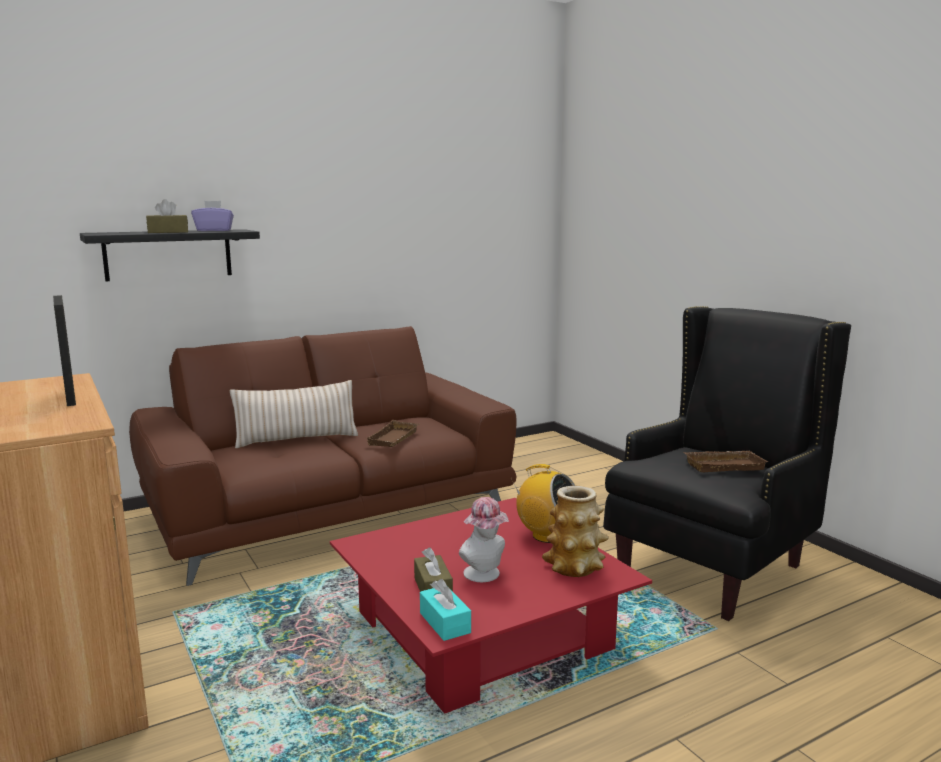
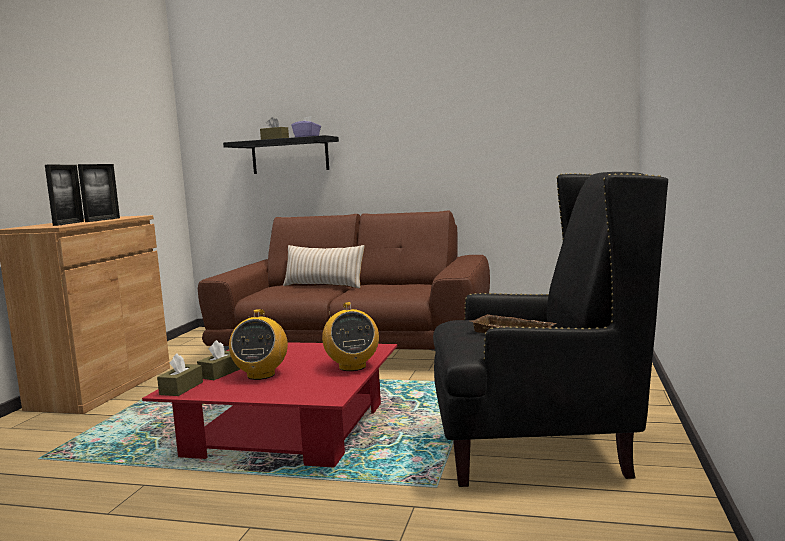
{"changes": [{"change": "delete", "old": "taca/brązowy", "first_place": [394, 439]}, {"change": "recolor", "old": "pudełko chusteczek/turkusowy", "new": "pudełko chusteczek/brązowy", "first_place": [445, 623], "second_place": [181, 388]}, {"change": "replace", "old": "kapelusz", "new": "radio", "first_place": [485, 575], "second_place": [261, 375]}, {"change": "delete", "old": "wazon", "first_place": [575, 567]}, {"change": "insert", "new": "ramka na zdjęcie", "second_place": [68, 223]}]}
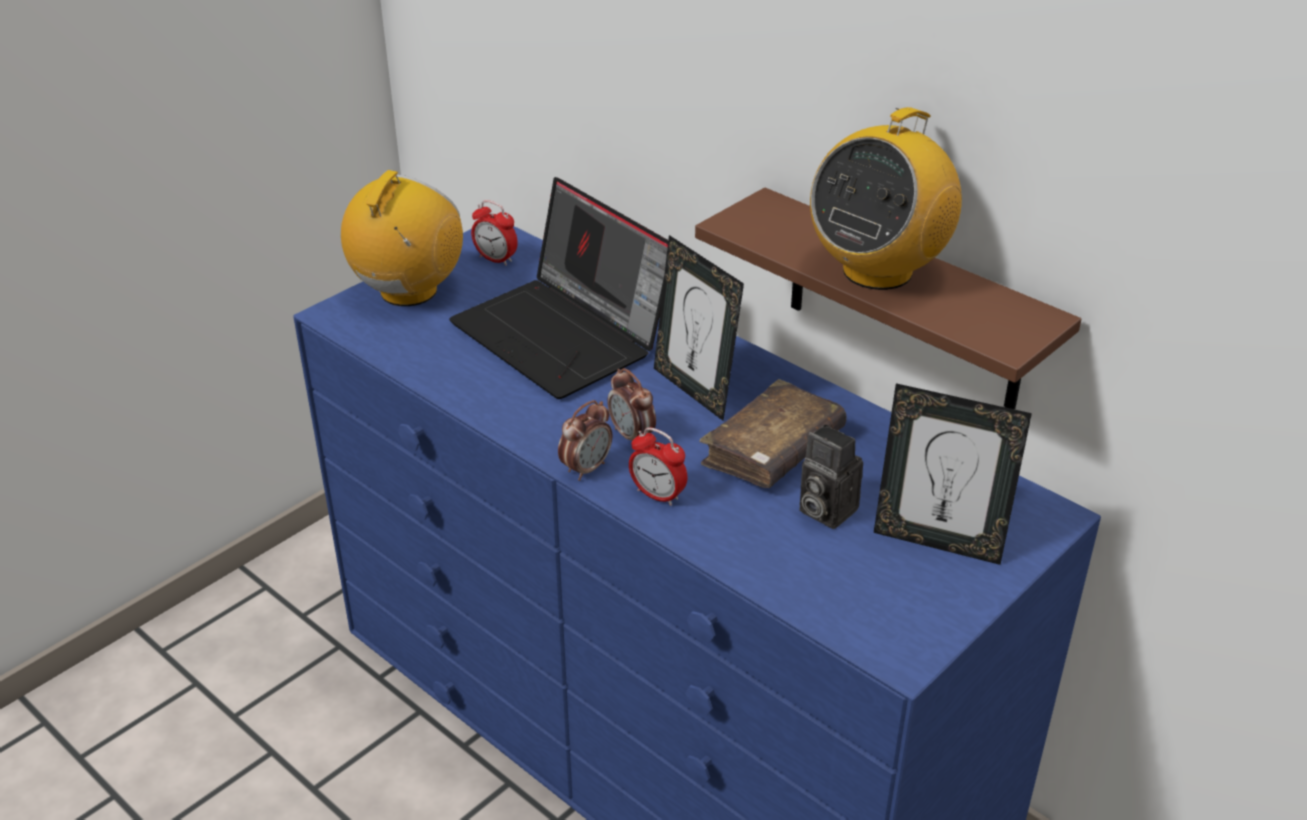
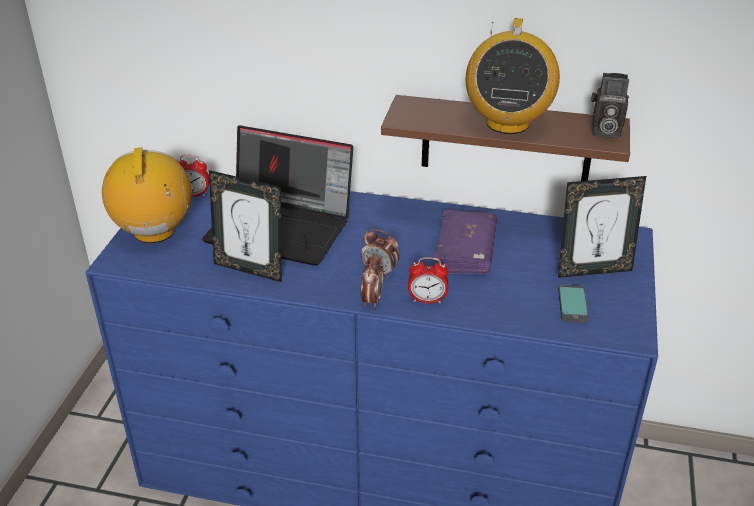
{"changes": [{"change": "move", "old": "ramka na zdjęcie", "first_place": [694, 390], "second_place": [250, 269]}, {"change": "recolor", "old": "książka/brązowy", "new": "książka/fioletowy", "first_place": [772, 450], "second_place": [465, 252]}, {"change": "move", "old": "aparat fotograficzny", "first_place": [823, 510], "second_place": [604, 131]}, {"change": "insert", "new": "telefon", "second_place": [573, 304]}]}
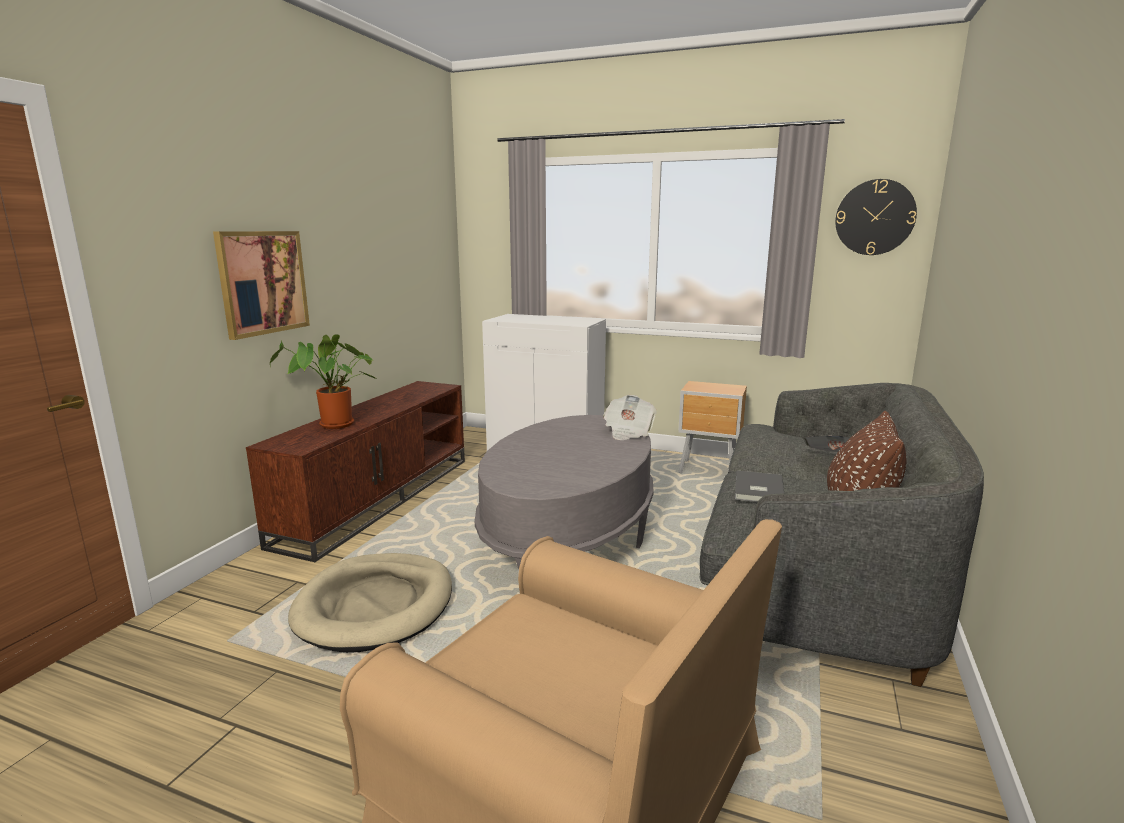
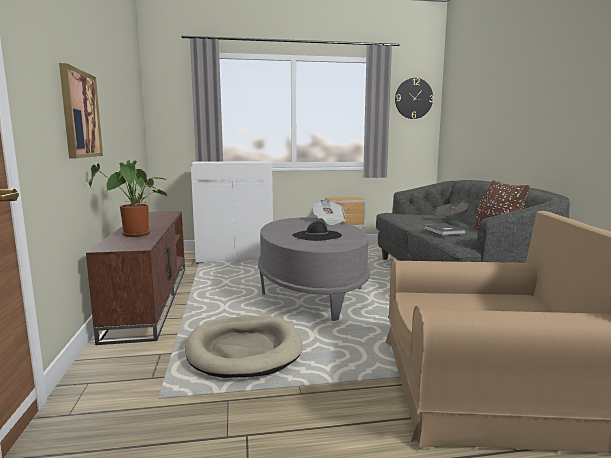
{"changes": [{"change": "insert", "new": "kapelusz/czarny", "second_place": [316, 235]}]}
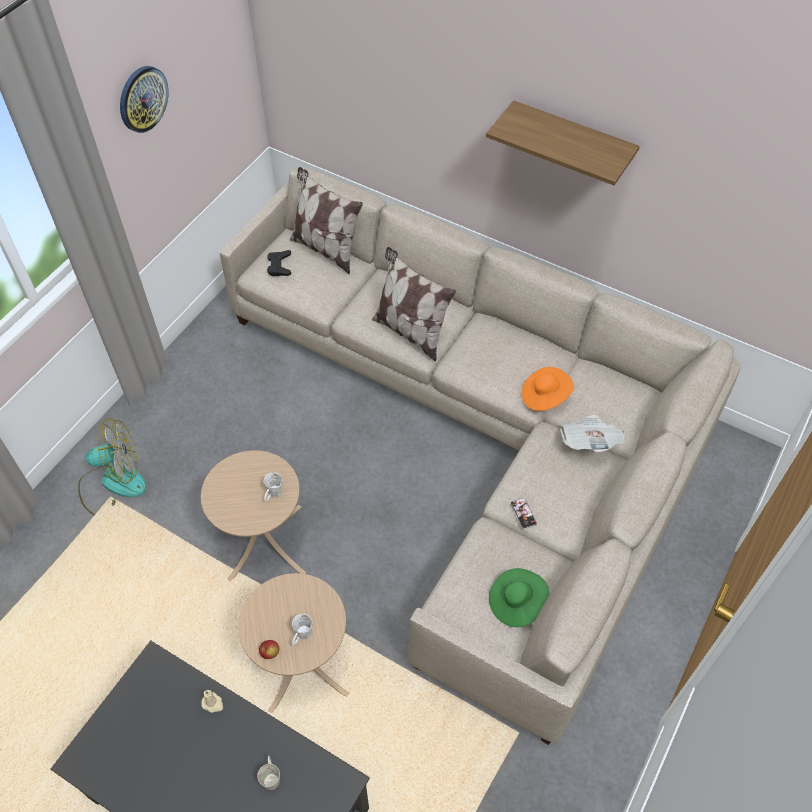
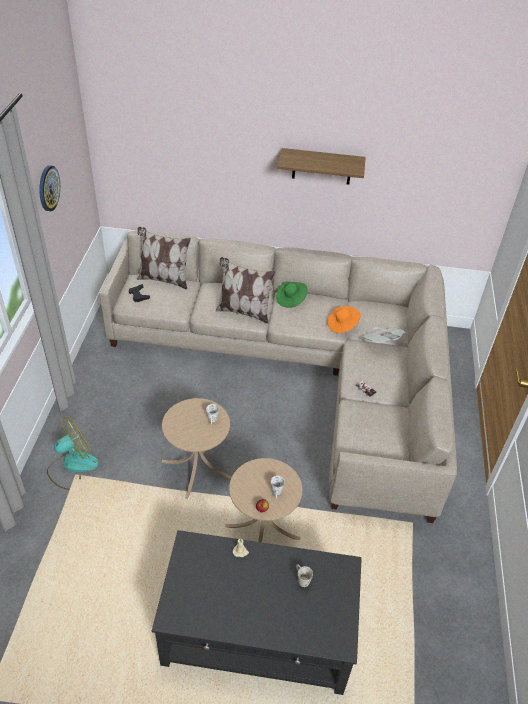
{"changes": [{"change": "move", "old": "kapelusz/zielony", "first_place": [516, 603], "second_place": [291, 299]}]}
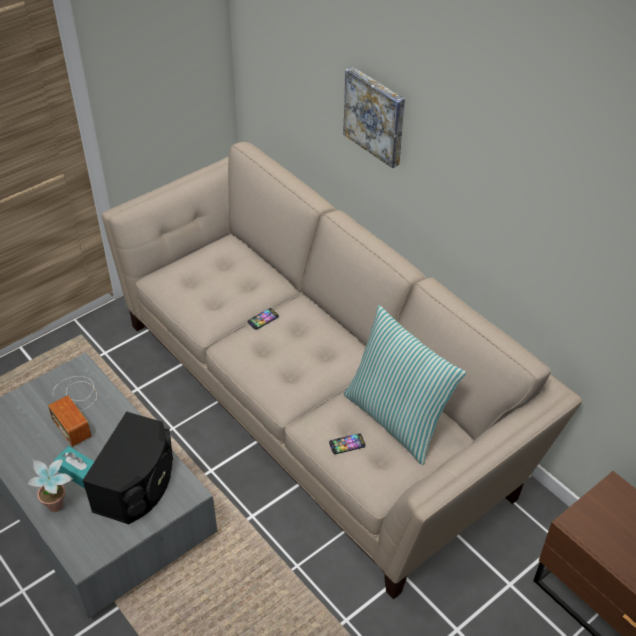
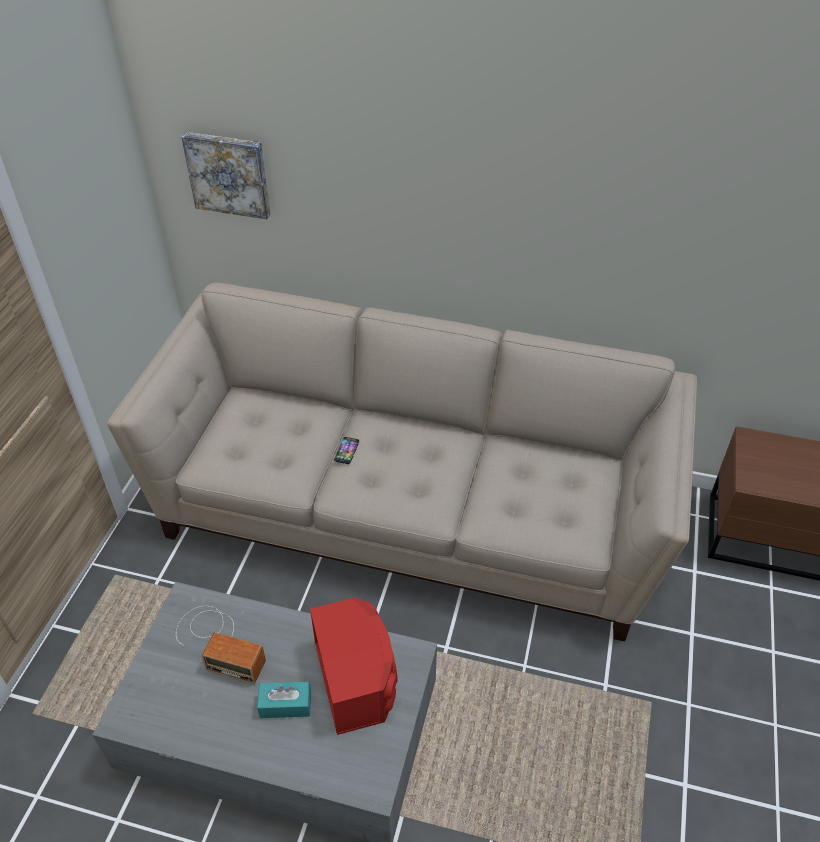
{"changes": [{"change": "delete", "old": "roślina doniczkowa", "first_place": [59, 509]}, {"change": "recolor", "old": "głośnik/czarny", "new": "głośnik/czerwony", "first_place": [138, 484], "second_place": [357, 678]}, {"change": "delete", "old": "telefon", "first_place": [347, 444]}, {"change": "move", "old": "obraz", "first_place": [376, 116], "second_place": [229, 174]}, {"change": "delete", "old": "poduszka", "first_place": [396, 419]}]}
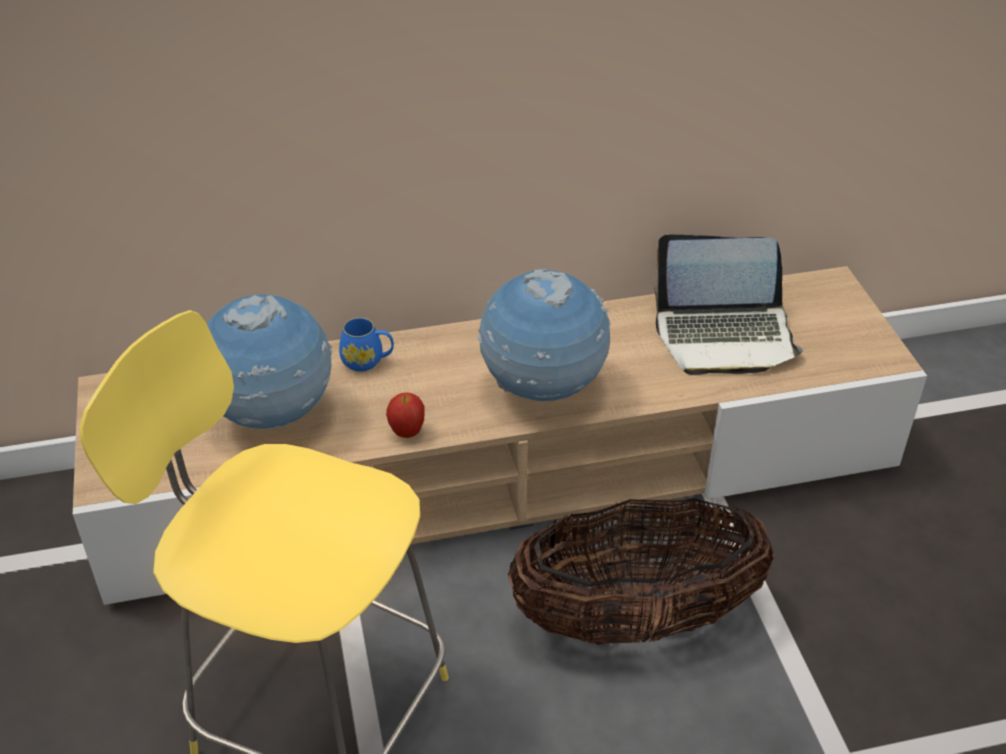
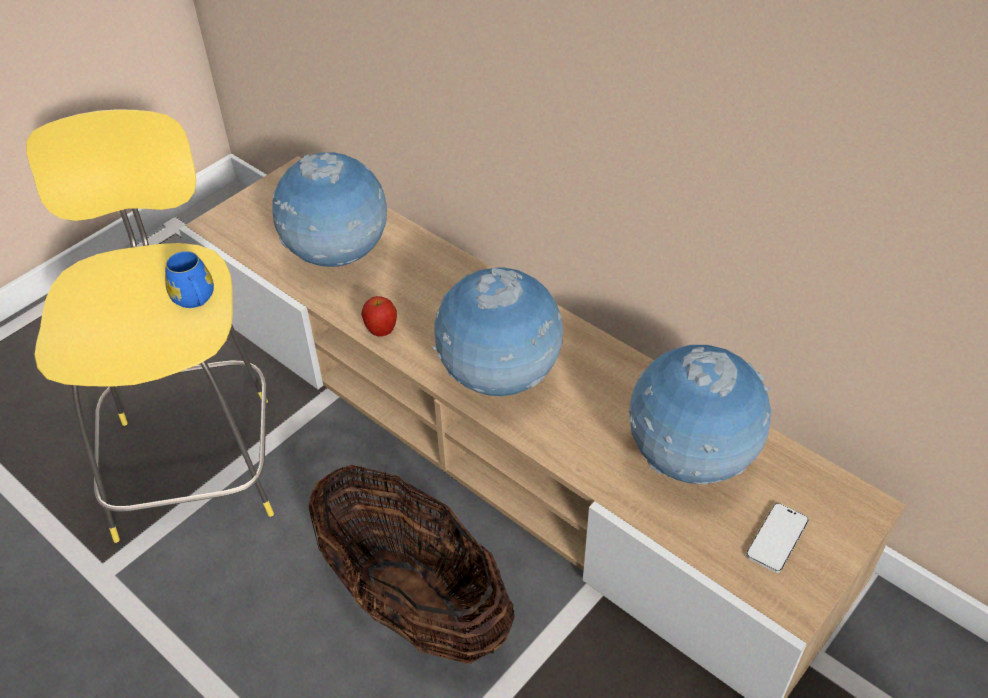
{"changes": [{"change": "move", "old": "kubek/niebieski", "first_place": [367, 361], "second_place": [195, 300]}, {"change": "replace", "old": "laptop", "new": "globus", "first_place": [724, 336], "second_place": [689, 461]}, {"change": "insert", "new": "telefon", "second_place": [776, 539]}]}
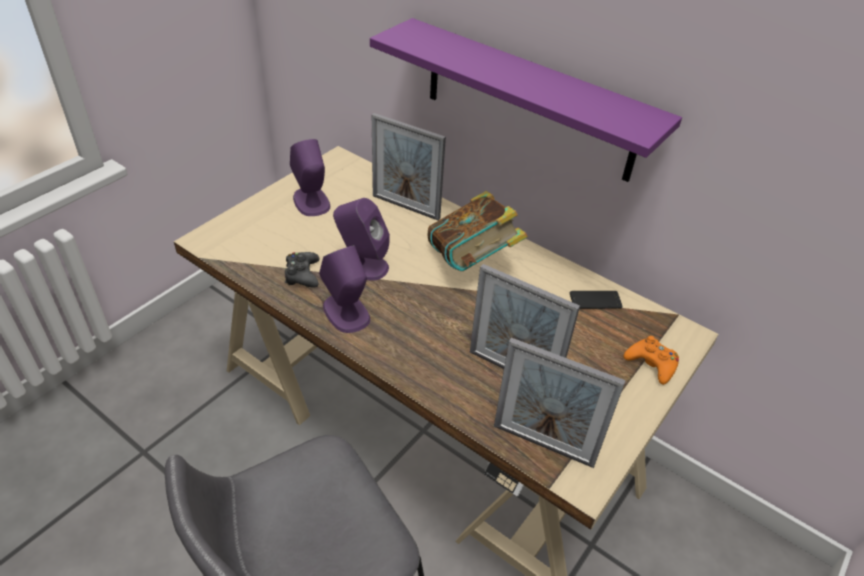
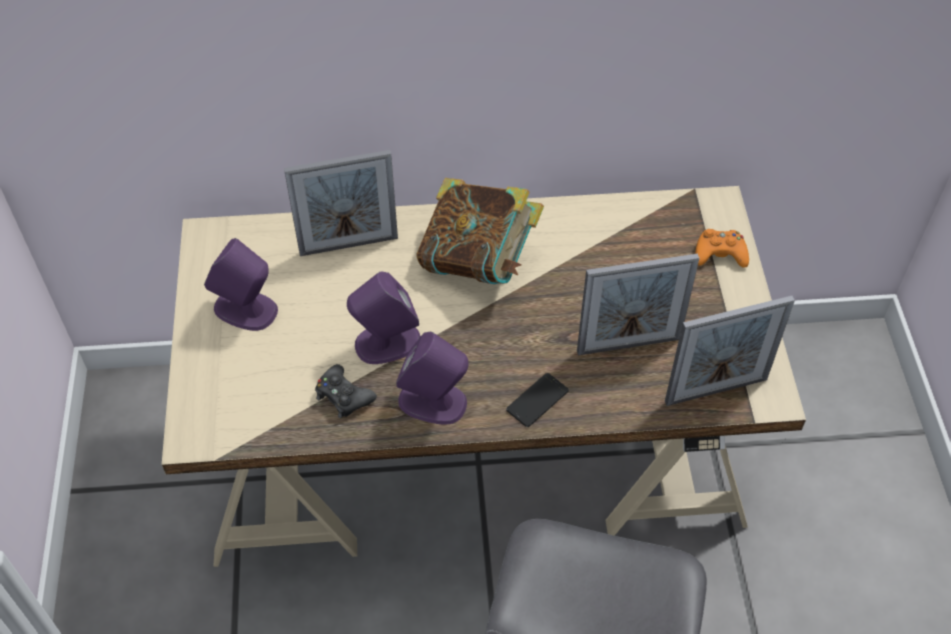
{"changes": [{"change": "delete", "old": "półka/fioletowy", "first_place": [528, 100]}, {"change": "move", "old": "telefon", "first_place": [595, 300], "second_place": [537, 400]}]}
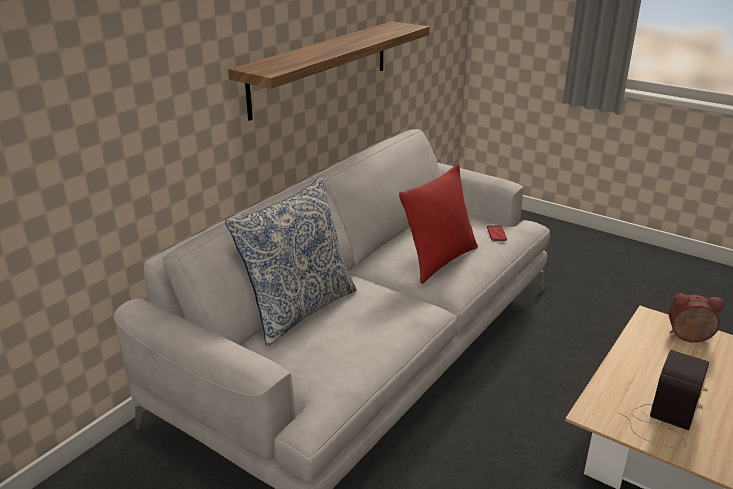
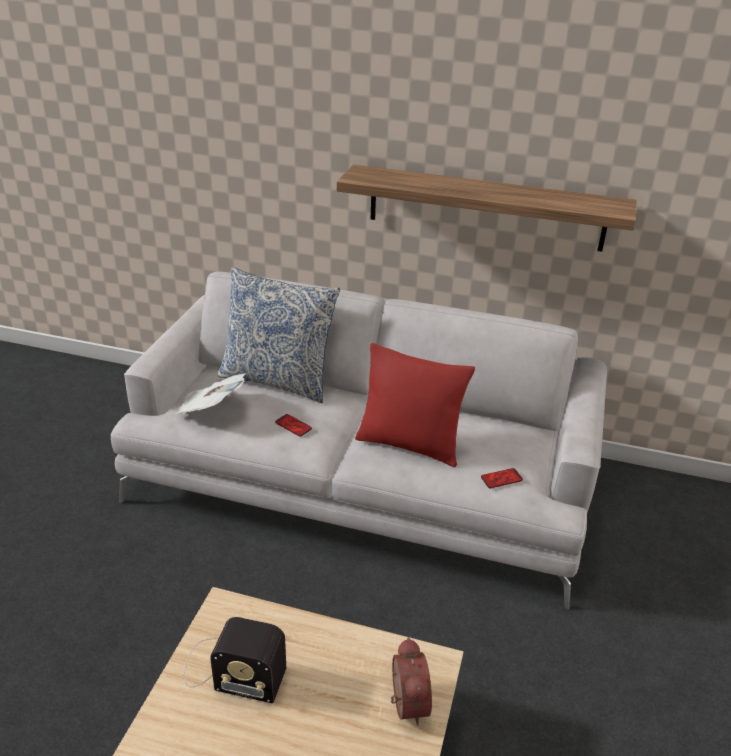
{"changes": [{"change": "insert", "new": "gazeta", "second_place": [211, 410]}, {"change": "insert", "new": "telefon", "second_place": [293, 426]}]}
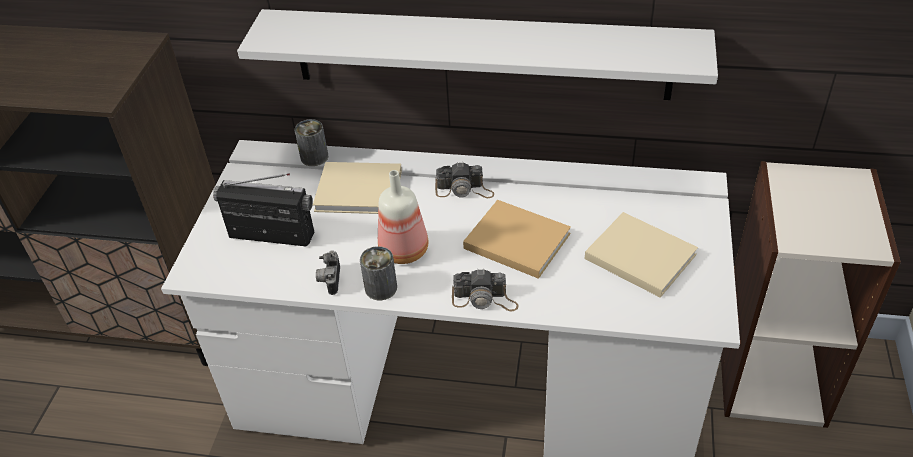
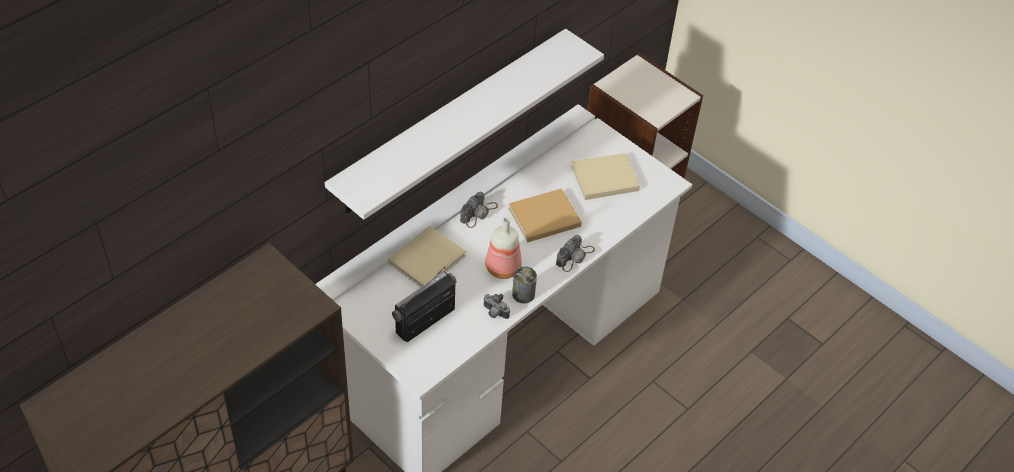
{"changes": [{"change": "delete", "old": "puszka", "first_place": [314, 157]}]}
